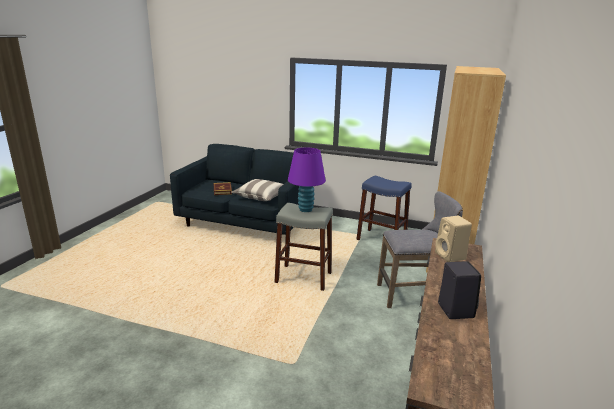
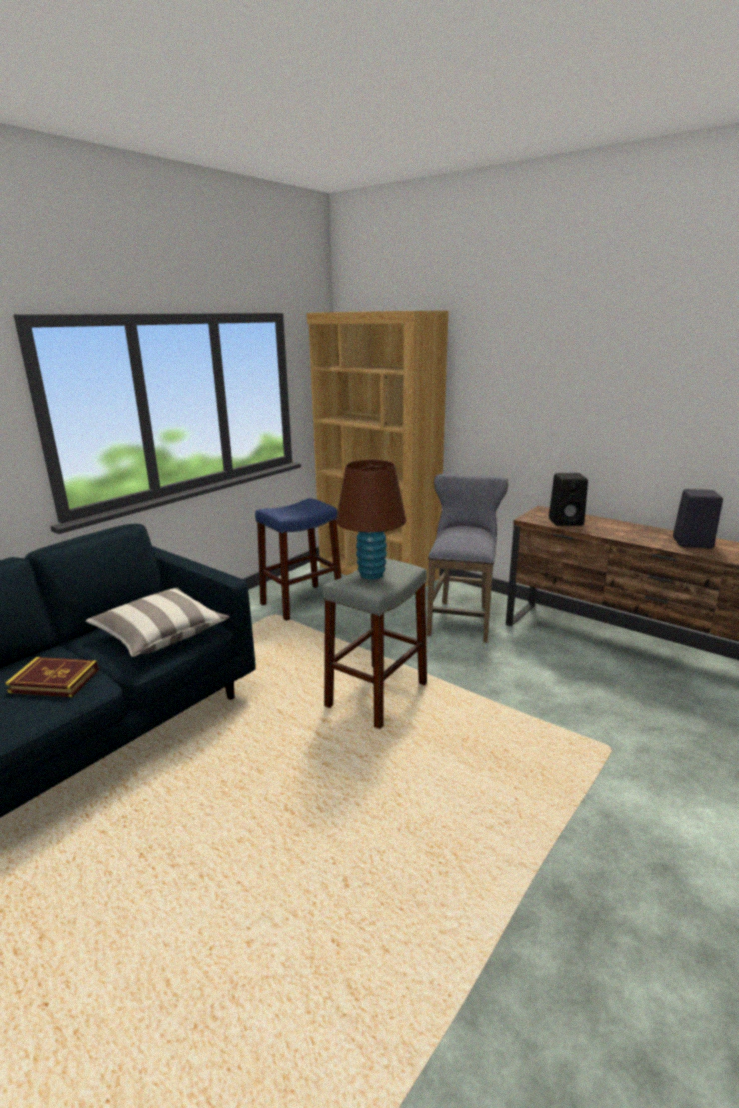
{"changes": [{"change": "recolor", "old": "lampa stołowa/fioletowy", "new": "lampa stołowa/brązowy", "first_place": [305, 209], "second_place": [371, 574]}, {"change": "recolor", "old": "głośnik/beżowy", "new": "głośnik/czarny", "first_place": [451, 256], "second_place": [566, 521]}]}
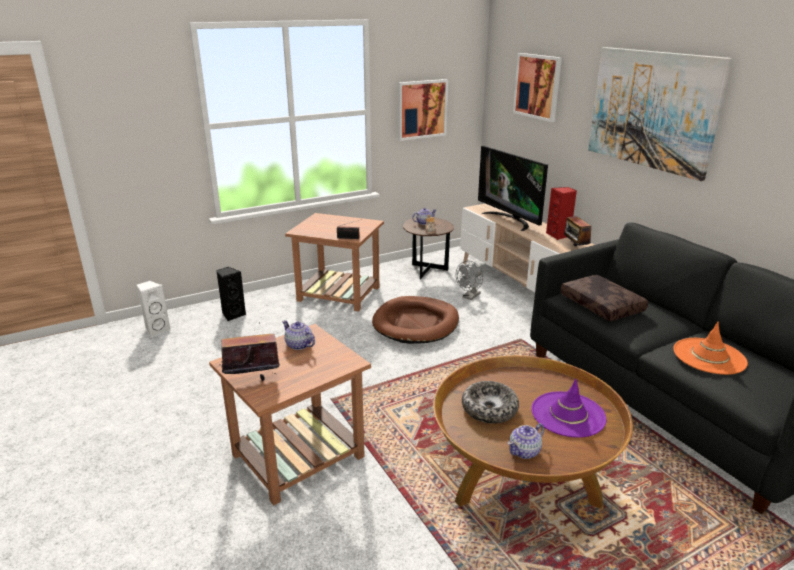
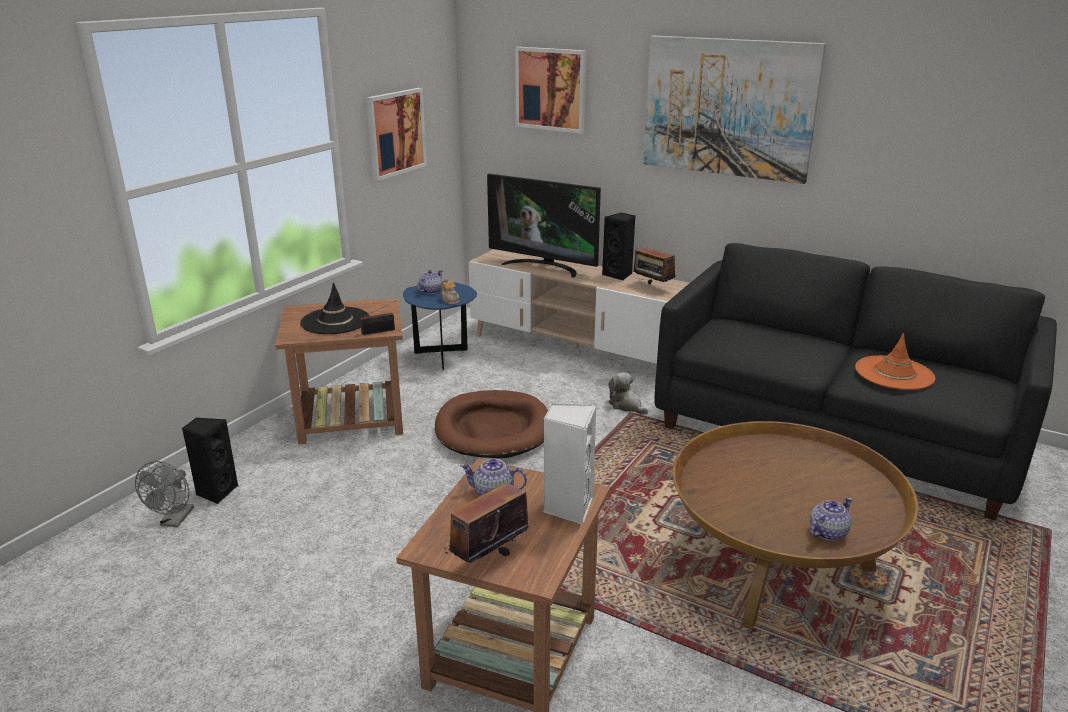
{"changes": [{"change": "move", "old": "głośnik/biały", "first_place": [157, 330], "second_place": [568, 507]}, {"change": "recolor", "old": "stolik/brązowy", "new": "stolik/niebieski", "first_place": [427, 272], "second_place": [442, 358]}, {"change": "move", "old": "wentylator/szary", "first_place": [470, 297], "second_place": [175, 521]}, {"change": "delete", "old": "miska", "first_place": [489, 409]}, {"change": "rotate", "old": "imbryk", "first_place": [525, 451], "second_place": [827, 532], "degrees": -150}, {"change": "delete", "old": "kapelusz/fioletowy", "first_place": [568, 414]}, {"change": "recolor", "old": "głośnik/czerwony", "new": "głośnik/czarny", "first_place": [559, 235], "second_place": [619, 275]}, {"change": "delete", "old": "poduszka/brązowy", "first_place": [602, 305]}, {"change": "insert", "new": "kapelusz/czarny", "second_place": [335, 321]}, {"change": "insert", "new": "pluszak", "second_place": [626, 405]}]}
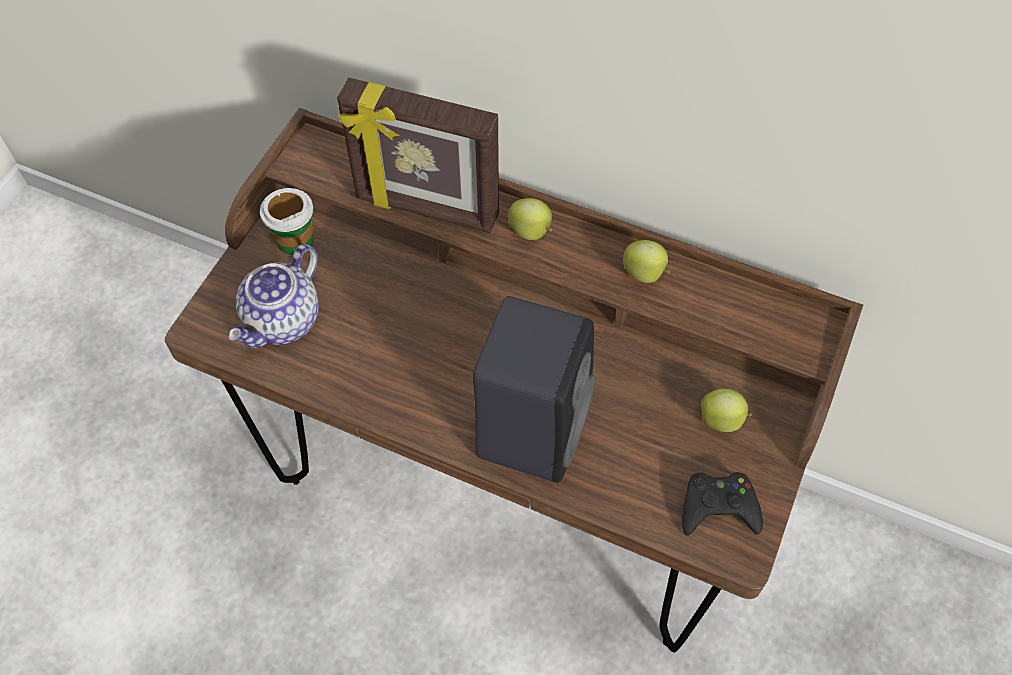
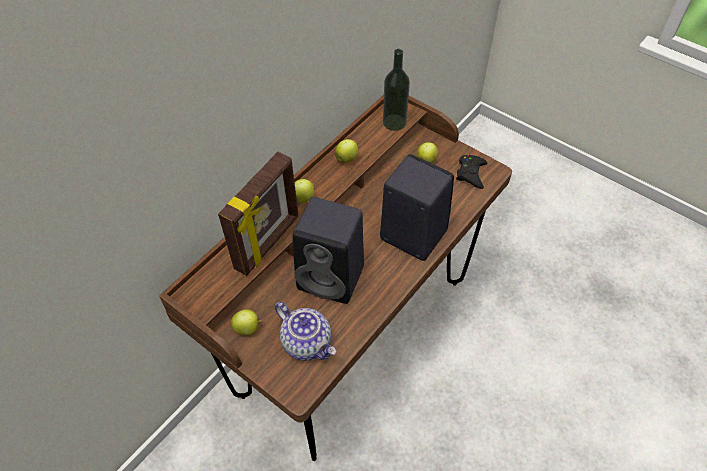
{"changes": [{"change": "replace", "old": "filiżanka", "new": "jabłko", "first_place": [295, 240], "second_place": [248, 328]}, {"change": "insert", "new": "głośnik/czarny", "second_place": [333, 277]}, {"change": "insert", "new": "butelka", "second_place": [394, 122]}]}
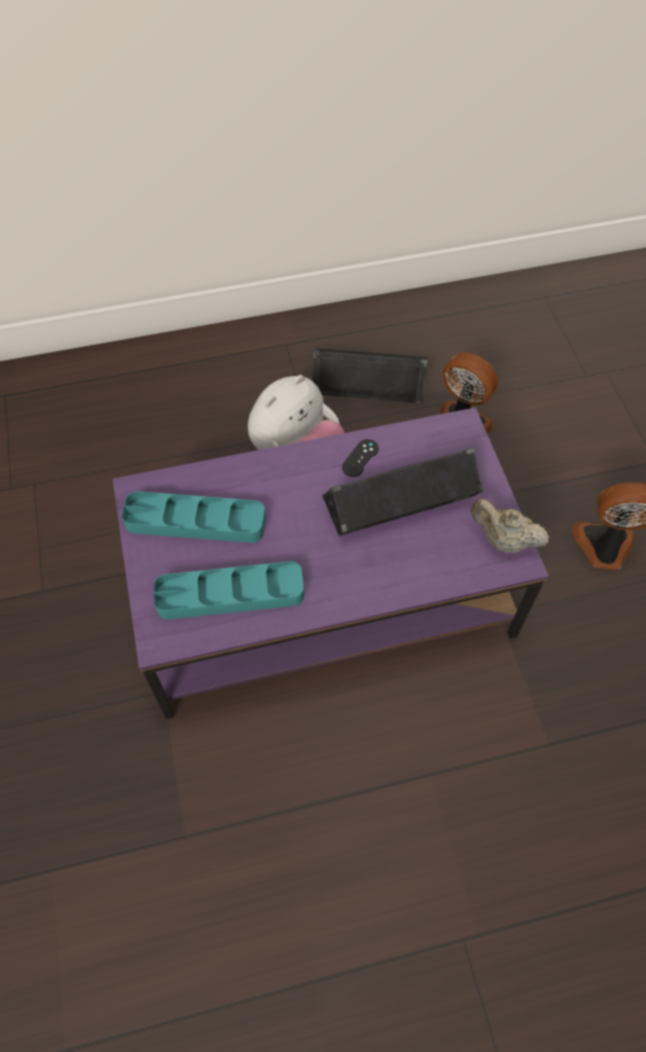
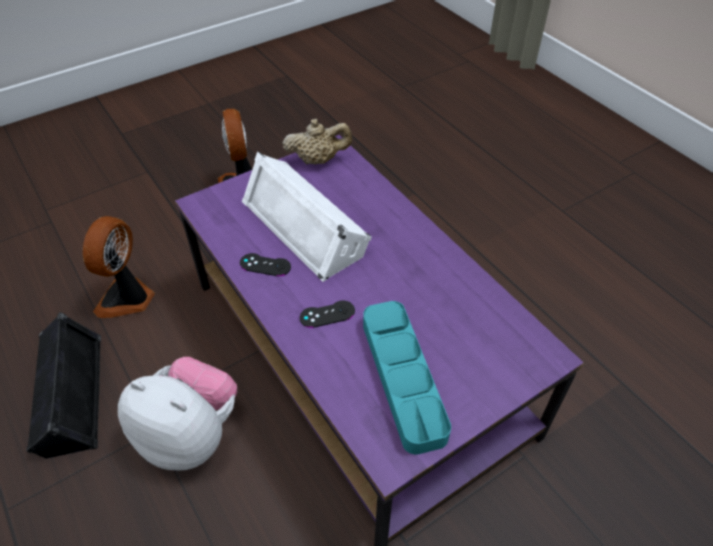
{"changes": [{"change": "delete", "old": "taca/turkusowy", "first_place": [230, 594]}, {"change": "recolor", "old": "głośnik/czarny", "new": "głośnik/biały", "first_place": [401, 502], "second_place": [306, 225]}, {"change": "rotate", "old": "imbryk/beżowy", "first_place": [503, 540], "second_place": [318, 160], "degrees": -105}, {"change": "insert", "new": "pad do gier/czarny", "second_place": [327, 314]}]}
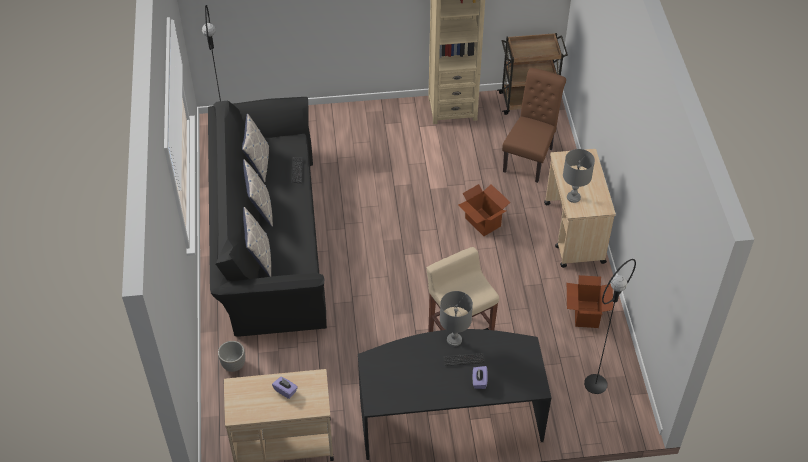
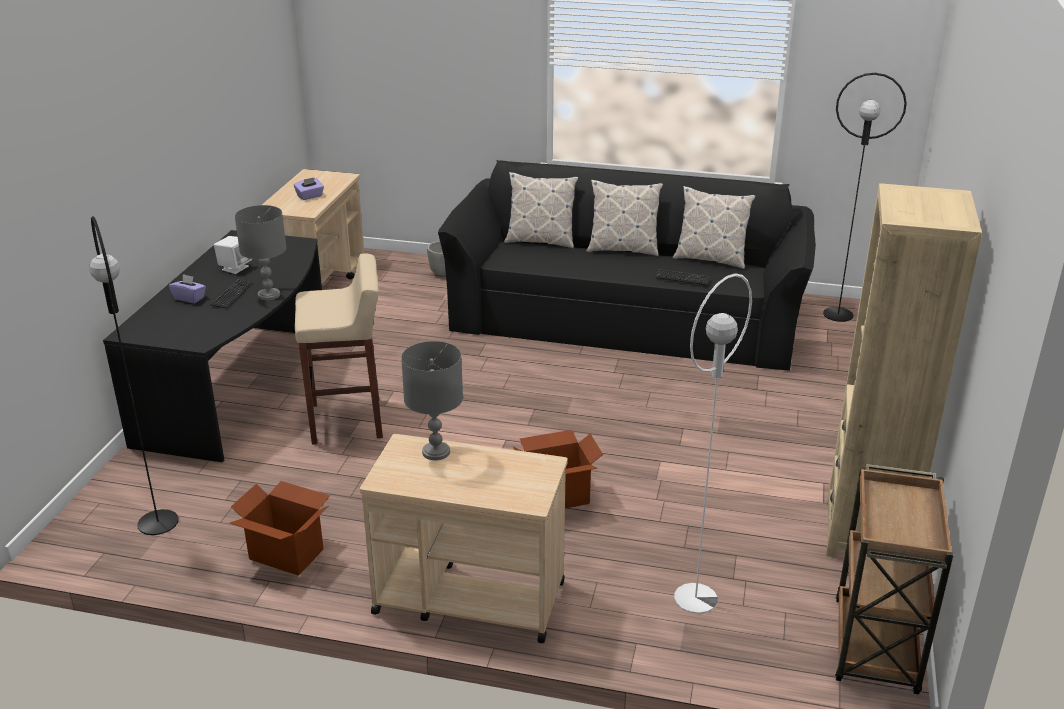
{"changes": [{"change": "replace", "old": "krzesło/brązowy", "new": "lampa stojąca/biały", "first_place": [530, 157], "second_place": [695, 599]}, {"change": "insert", "new": "głośnik/biały", "second_place": [235, 268]}]}
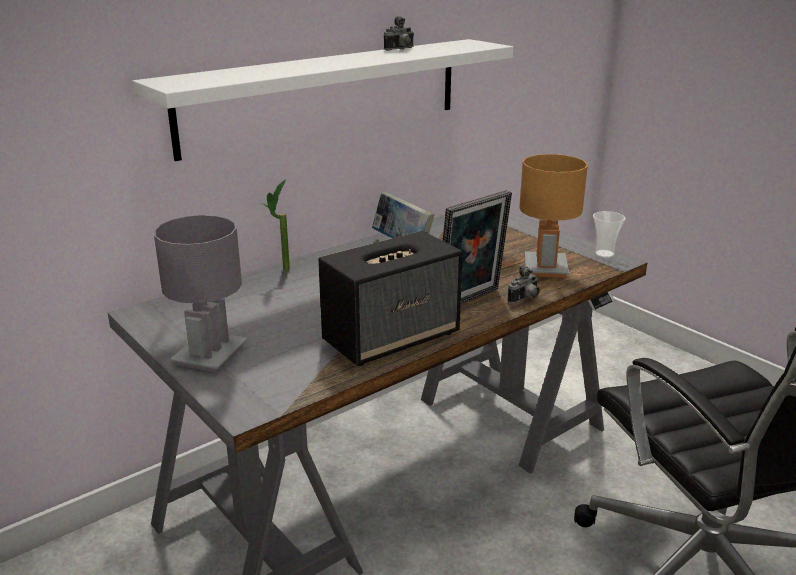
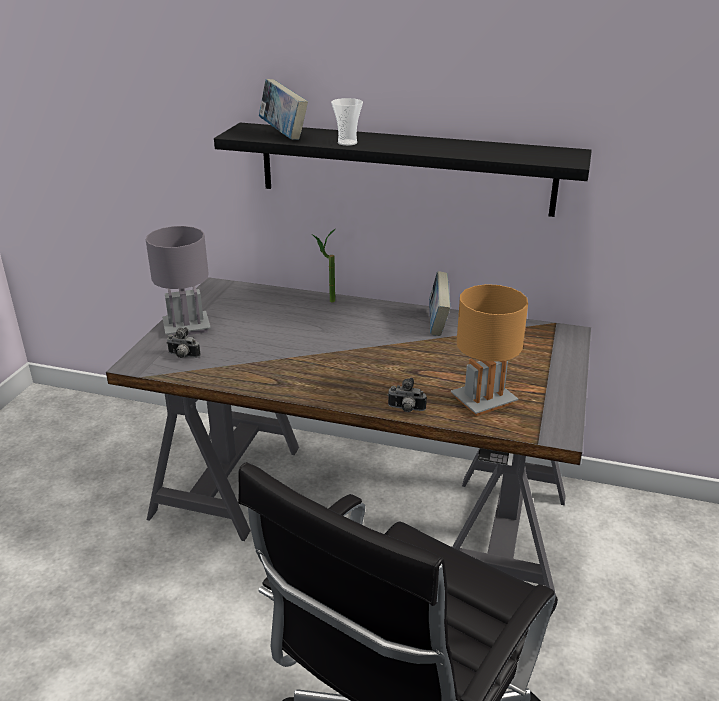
{"changes": [{"change": "recolor", "old": "półka/biały", "new": "półka/czarny", "first_place": [326, 95], "second_place": [404, 168]}, {"change": "delete", "old": "głośnik", "first_place": [392, 337]}, {"change": "move", "old": "aparat fotograficzny", "first_place": [401, 49], "second_place": [183, 356]}, {"change": "delete", "old": "ramka na zdjęcie", "first_place": [471, 300]}, {"change": "move", "old": "filiżanka", "first_place": [604, 254], "second_place": [347, 143]}, {"change": "insert", "new": "książka", "second_place": [283, 134]}]}
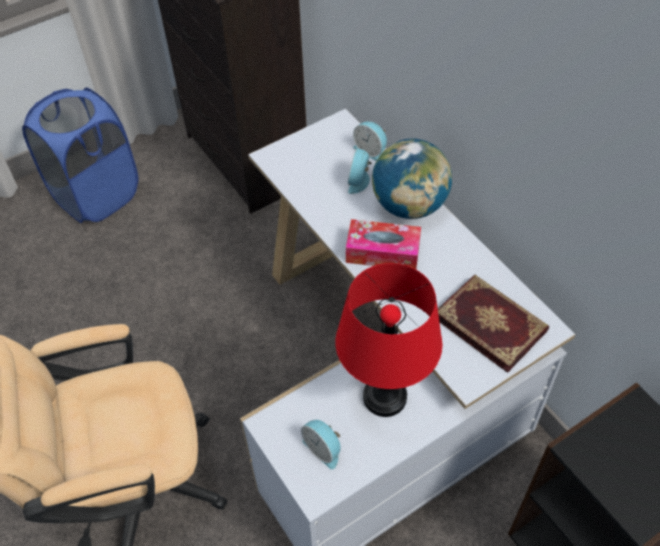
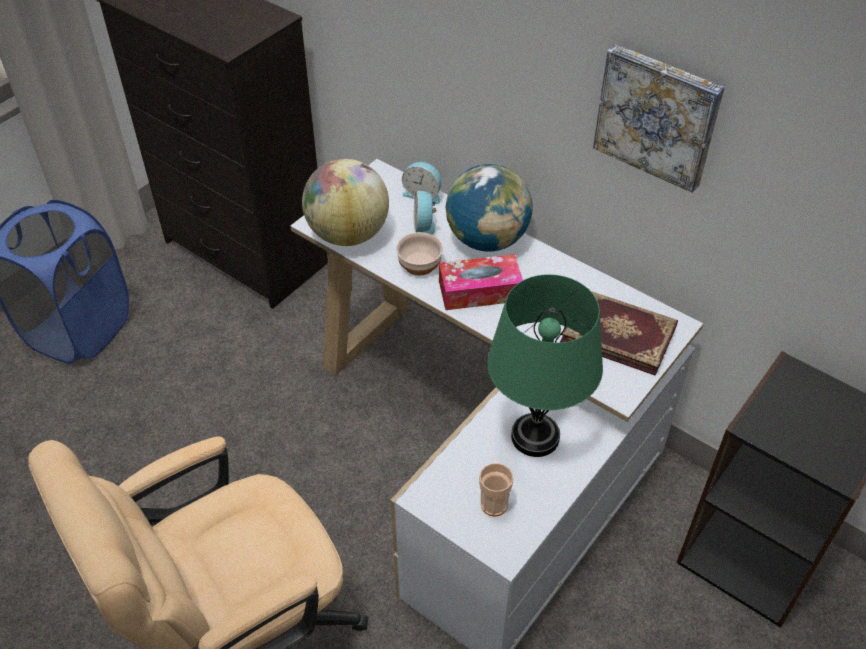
{"changes": [{"change": "replace", "old": "budzik", "new": "filiżanka", "first_place": [323, 448], "second_place": [494, 505]}, {"change": "recolor", "old": "lampa stołowa/czerwony", "new": "lampa stołowa/zielony", "first_place": [384, 397], "second_place": [535, 437]}, {"change": "insert", "new": "globus", "second_place": [348, 234]}, {"change": "insert", "new": "miska", "second_place": [419, 264]}, {"change": "insert", "new": "obraz", "second_place": [658, 116]}]}
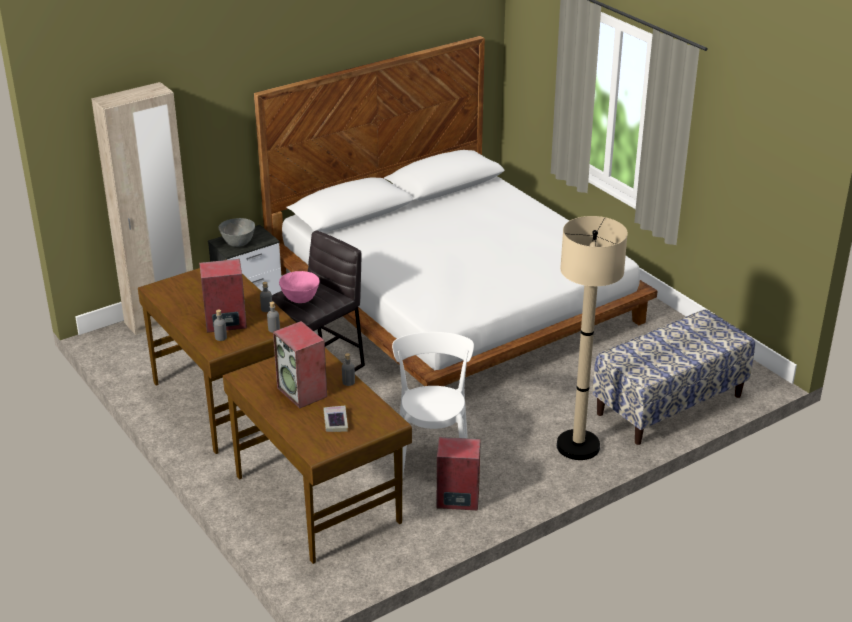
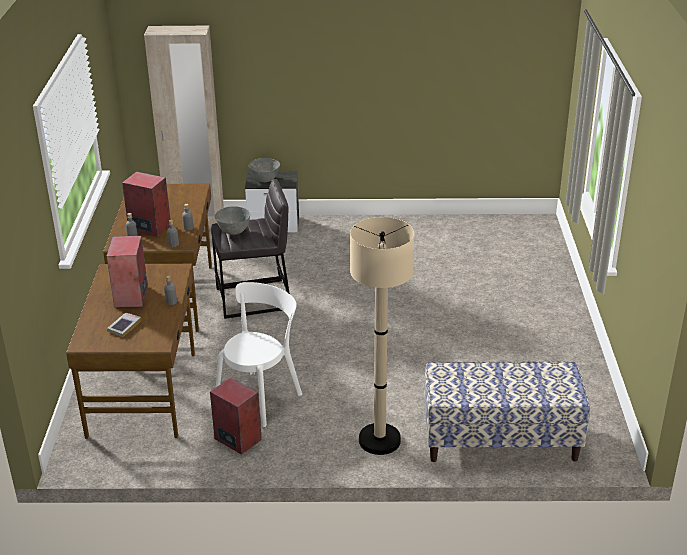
{"changes": [{"change": "delete", "old": "łóżko/biały", "first_place": [454, 298]}, {"change": "recolor", "old": "miska/różowy", "new": "miska/szary", "first_place": [300, 299], "second_place": [234, 231]}]}
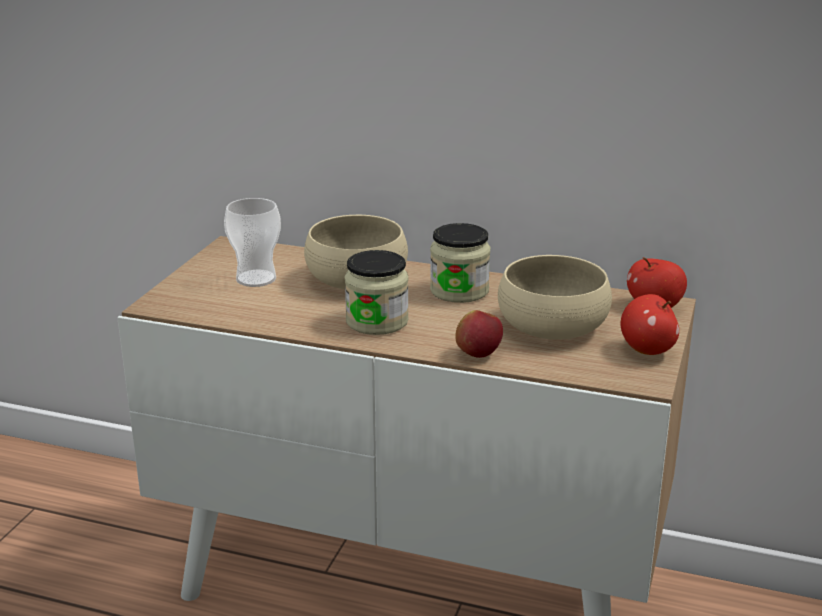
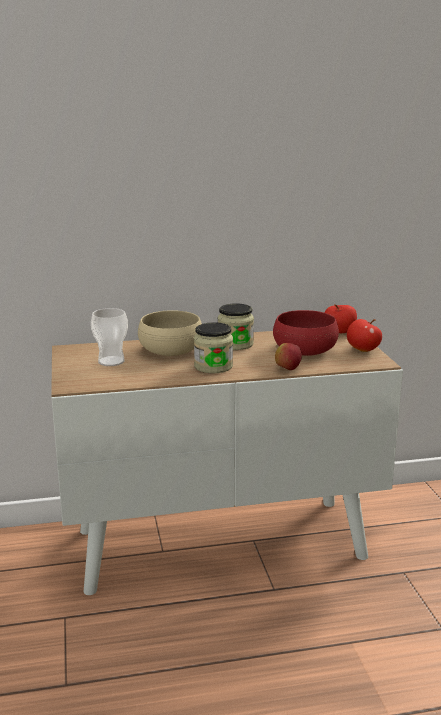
{"changes": [{"change": "recolor", "old": "miska/beżowy", "new": "miska/czerwony", "first_place": [552, 326], "second_place": [304, 350]}]}
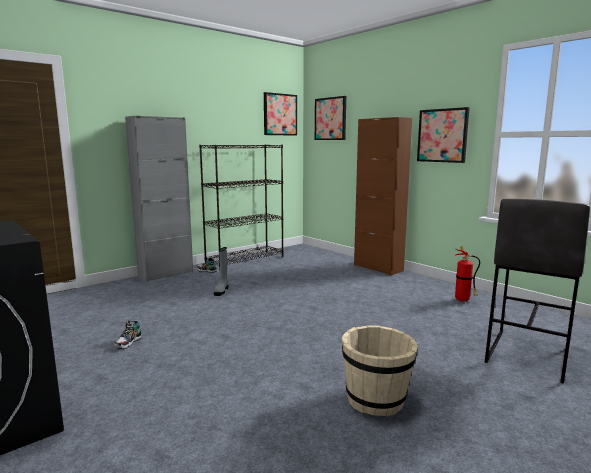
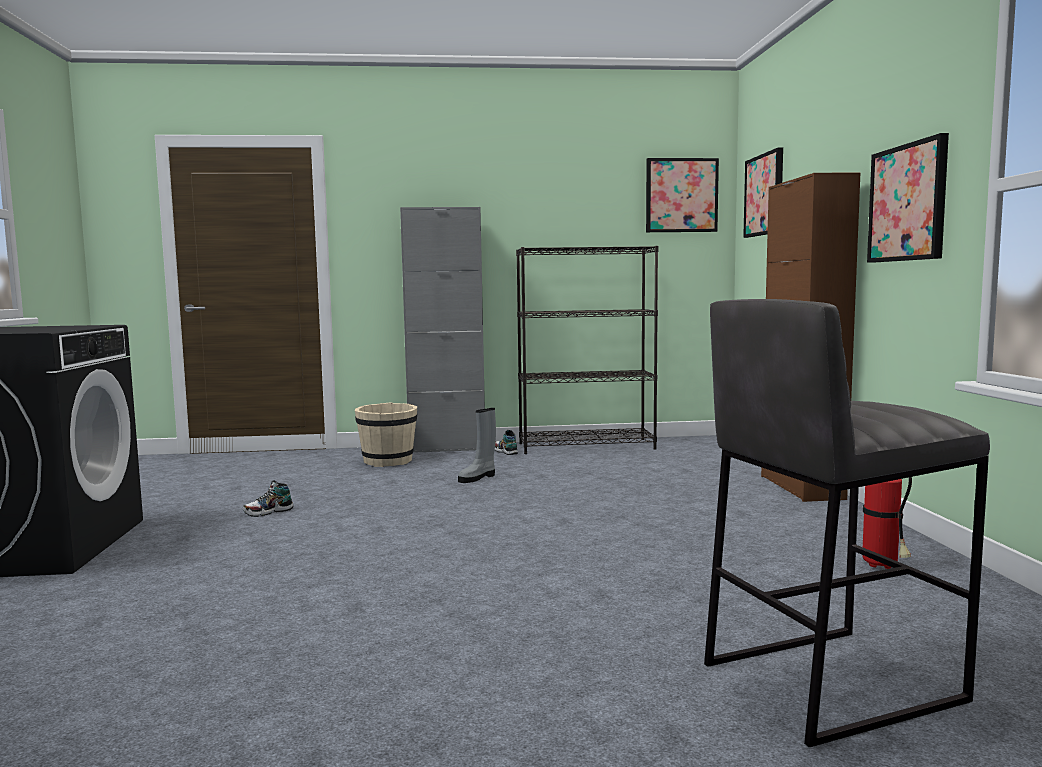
{"changes": [{"change": "move", "old": "wiadro/beżowy", "first_place": [376, 400], "second_place": [388, 461]}]}
